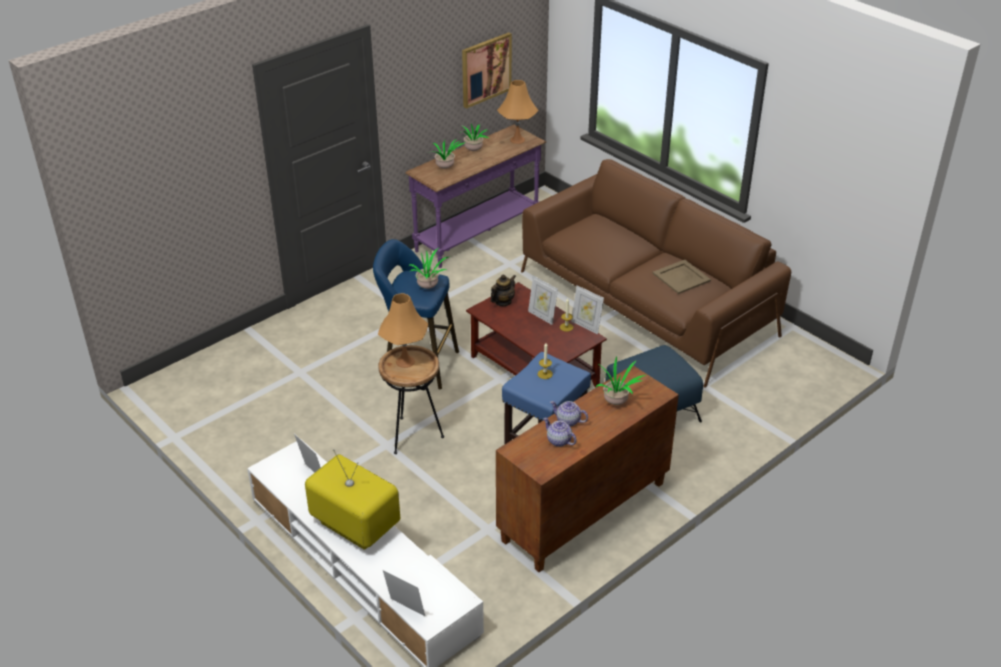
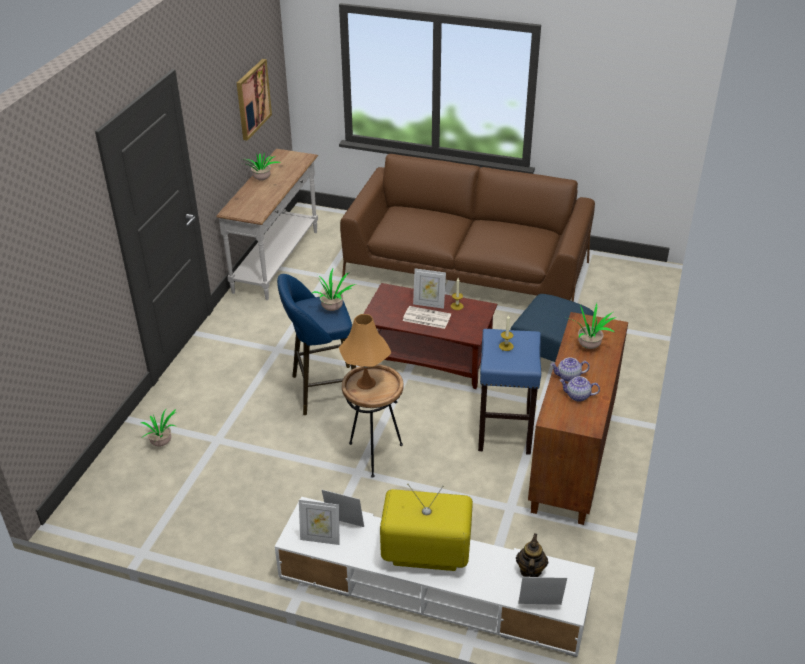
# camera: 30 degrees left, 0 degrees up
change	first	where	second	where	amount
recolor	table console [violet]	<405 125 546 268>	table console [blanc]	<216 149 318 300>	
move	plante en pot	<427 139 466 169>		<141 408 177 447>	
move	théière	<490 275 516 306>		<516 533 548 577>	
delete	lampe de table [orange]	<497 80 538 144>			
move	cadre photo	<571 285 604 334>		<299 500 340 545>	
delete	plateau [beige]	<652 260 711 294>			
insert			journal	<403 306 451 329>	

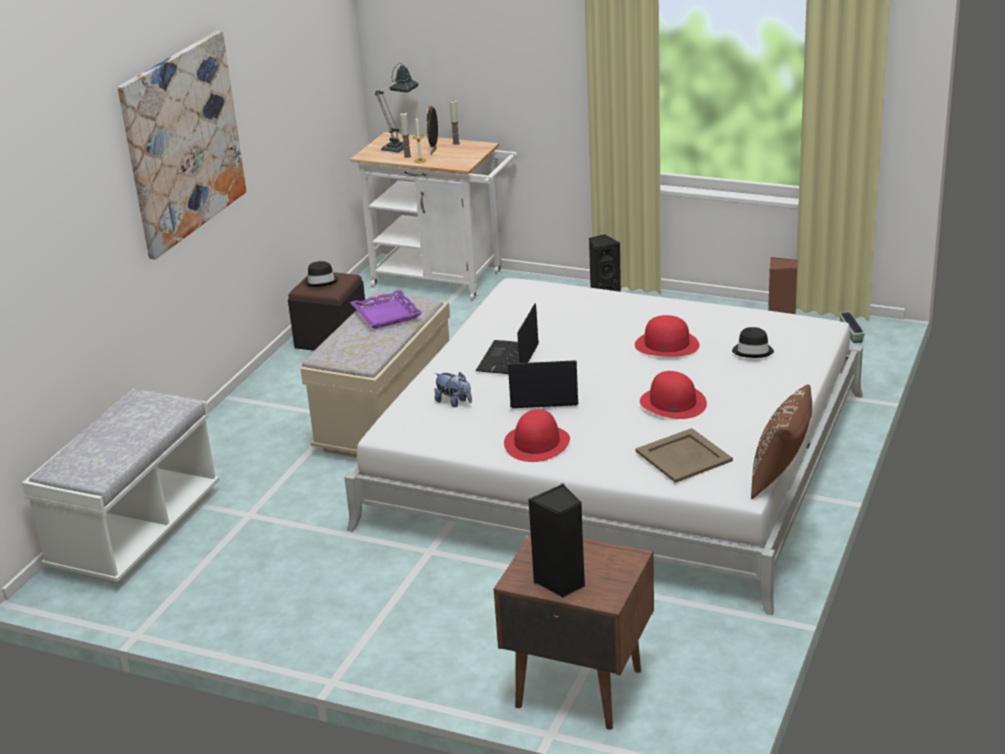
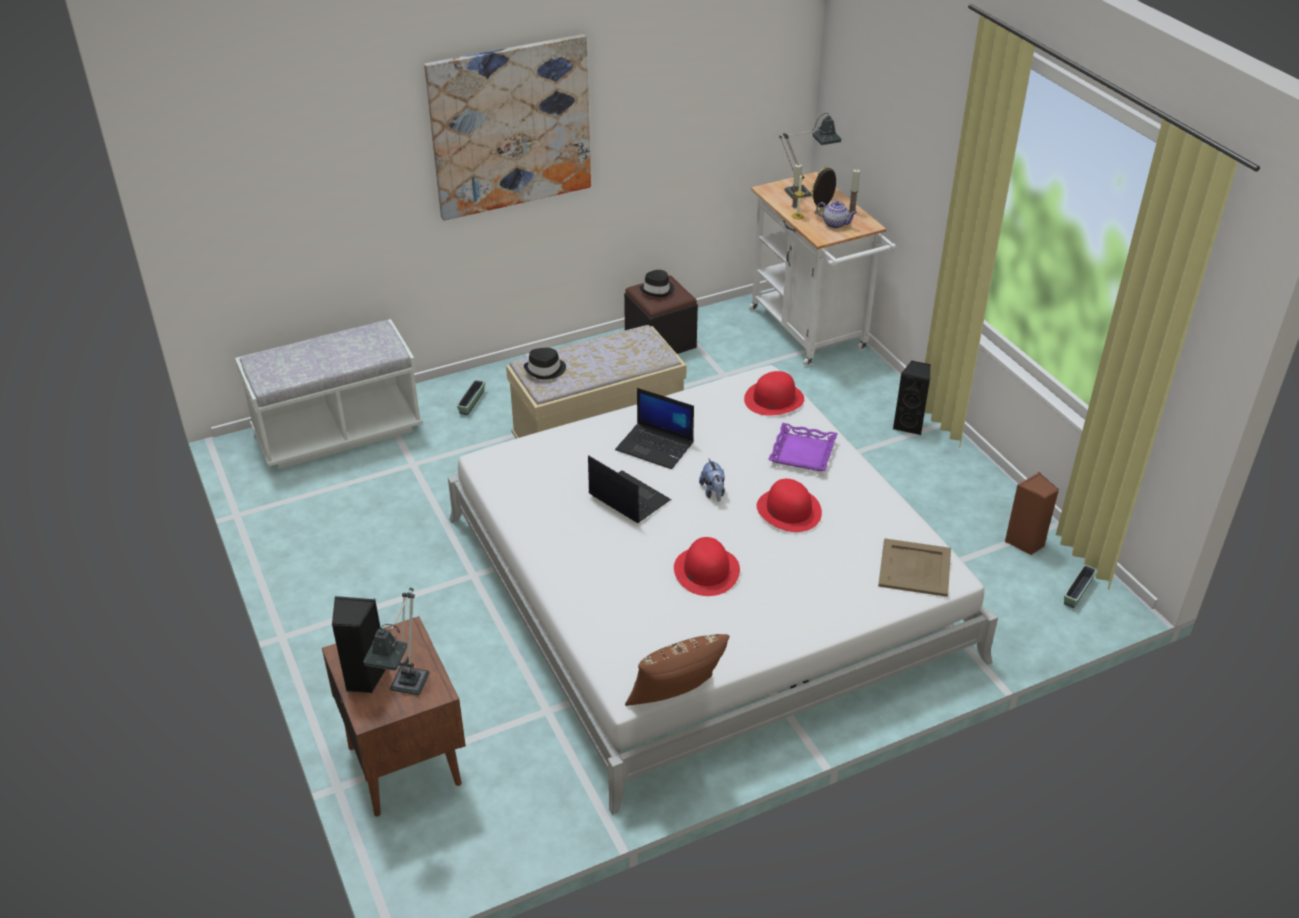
# camera: 40 degrees right, 10 degrees up
change	first	where	second	where	amount
move	plateau [violet]	<350 290 422 329>		<768 423 838 471>	
move	peluche	<434 372 472 407>		<699 458 725 502>	
rotate	ordinateur portable	<476 303 539 374>		<615 388 694 469>	120 degrees counterclockwise
move	chapeau [rouge]	<504 409 570 462>		<744 371 804 416>	
move	plateau [beige]	<636 428 733 483>		<878 538 951 597>	
move	chapeau [noir]	<732 327 774 358>		<524 348 566 380>	
insert			lampe de table	<363 588 430 695>	
insert			cache-pot	<457 380 485 415>	
insert			théière	<816 201 857 228>	

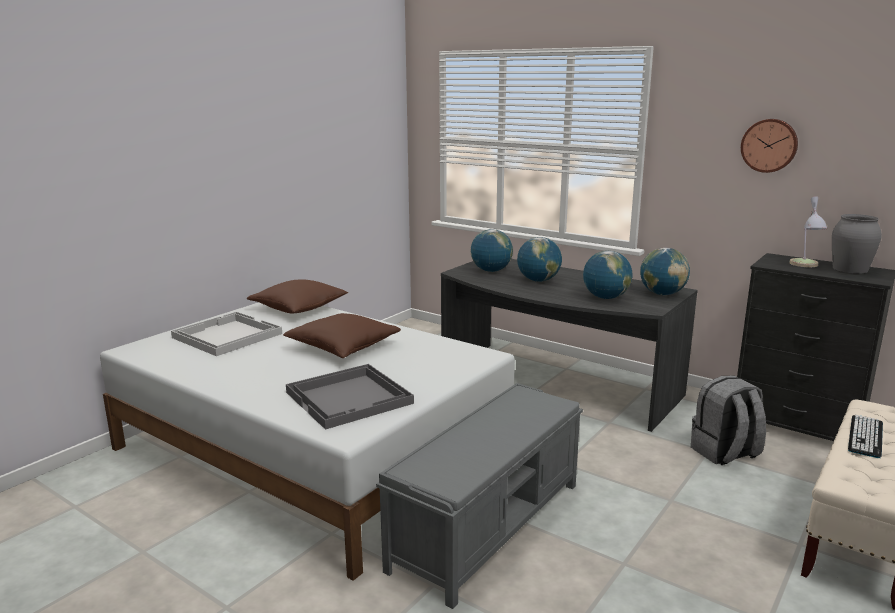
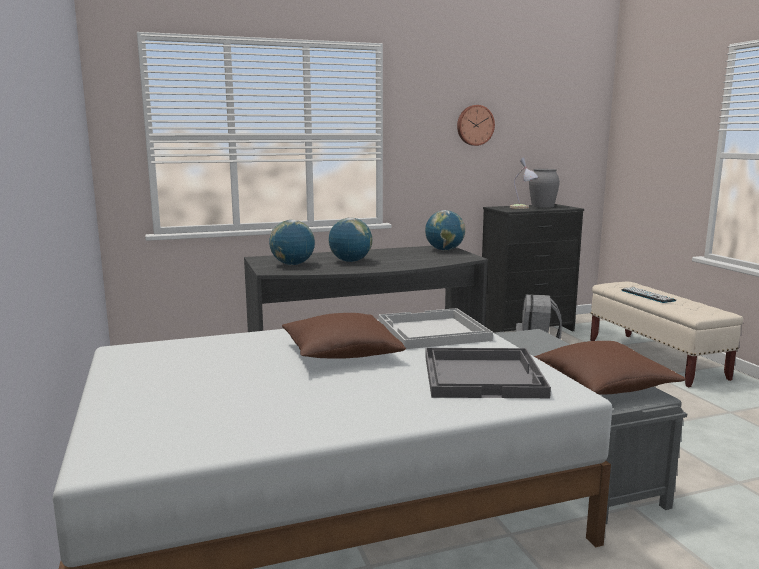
# camera: 55 degrees left, 5 degrees down
change	first	where	second	where	amount
move	plateau [blanc]	<171 312 282 356>		<378 308 493 349>	
move	coussin [marron]	<247 279 348 313>		<534 341 686 394>	
delete	globe	<583 251 632 299>			

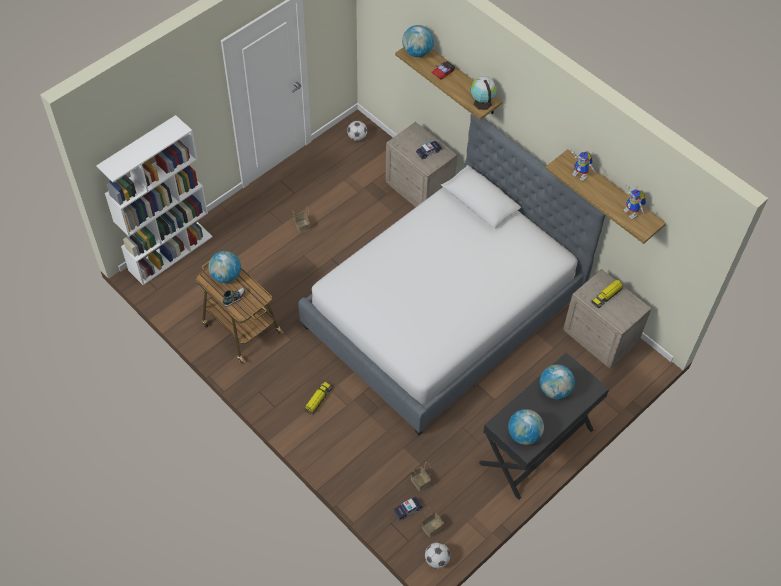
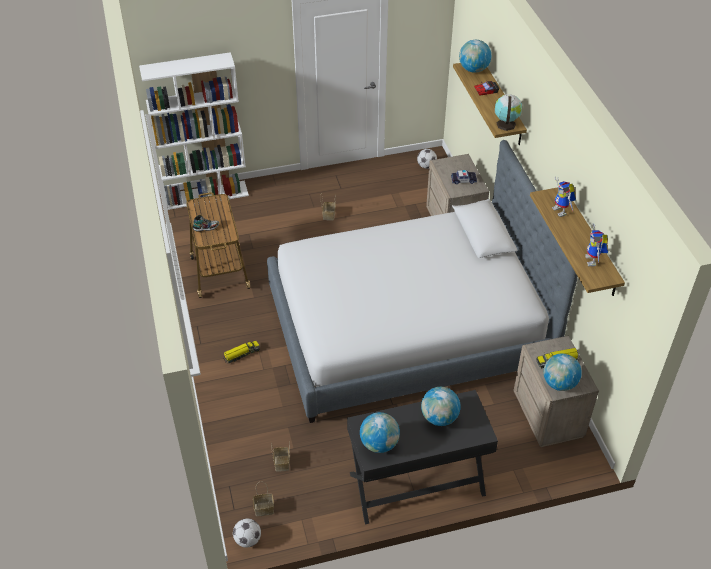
# camera: 30 degrees right, 10 degrees down
change	first	where	second	where	amount
move	globe	<208 251 241 283>		<543 354 582 391>	
delete	petite voiture	<393 496 423 520>			

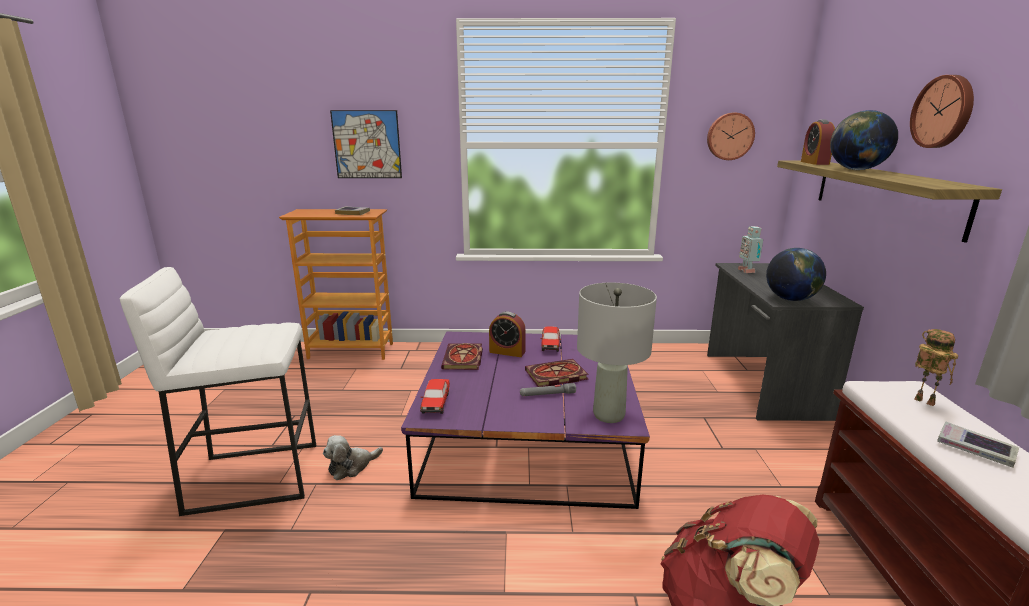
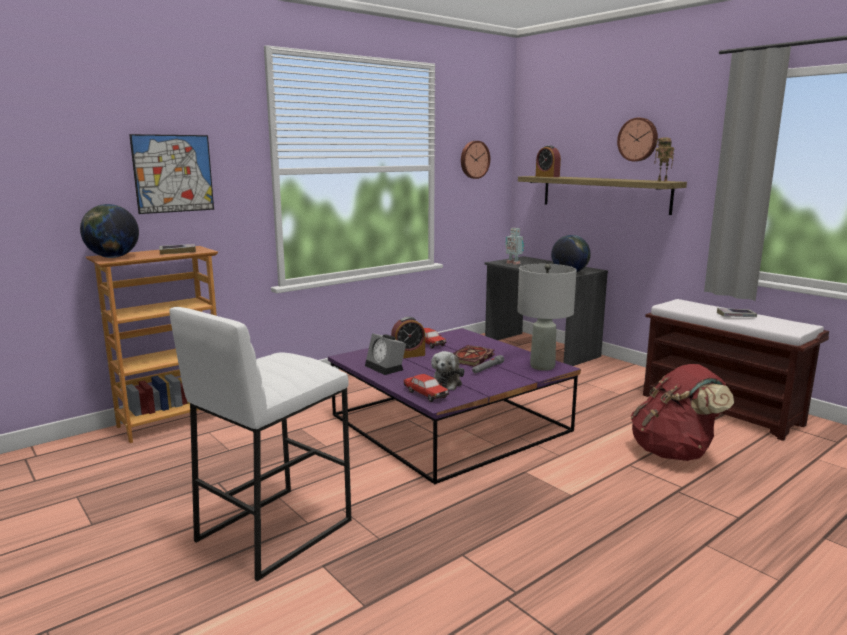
# camera: 40 degrees left, 5 degrees down
change	first	where	second	where	amount
move	peluche	<323 435 383 480>		<431 351 464 390>	
replace	livre	<441 343 483 370>	réveil	<365 333 406 375>	
move	globe	<830 110 898 170>		<80 204 139 258>	
move	robot jouet	<914 329 958 406>		<654 137 674 182>	

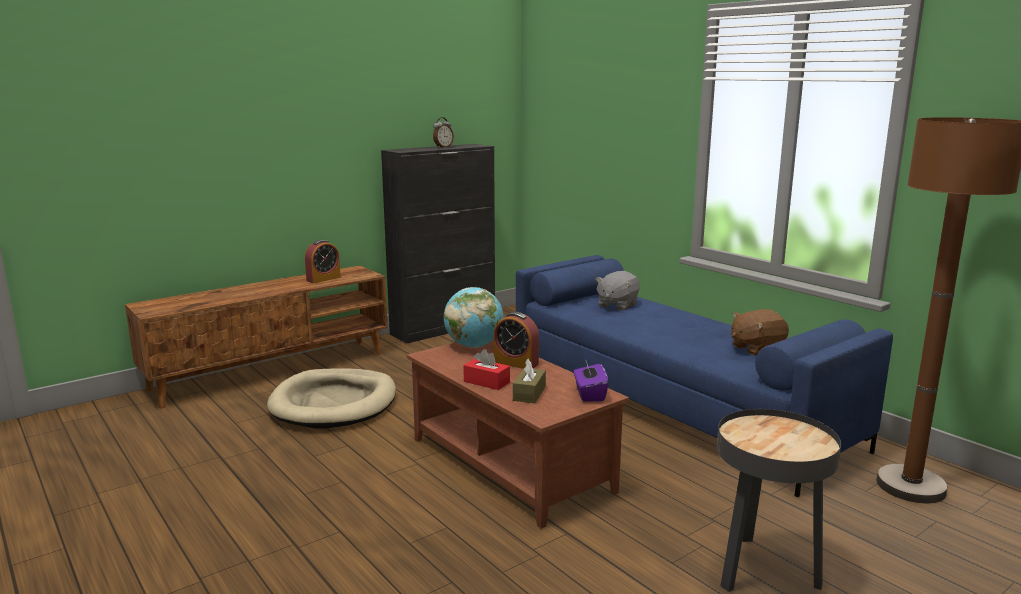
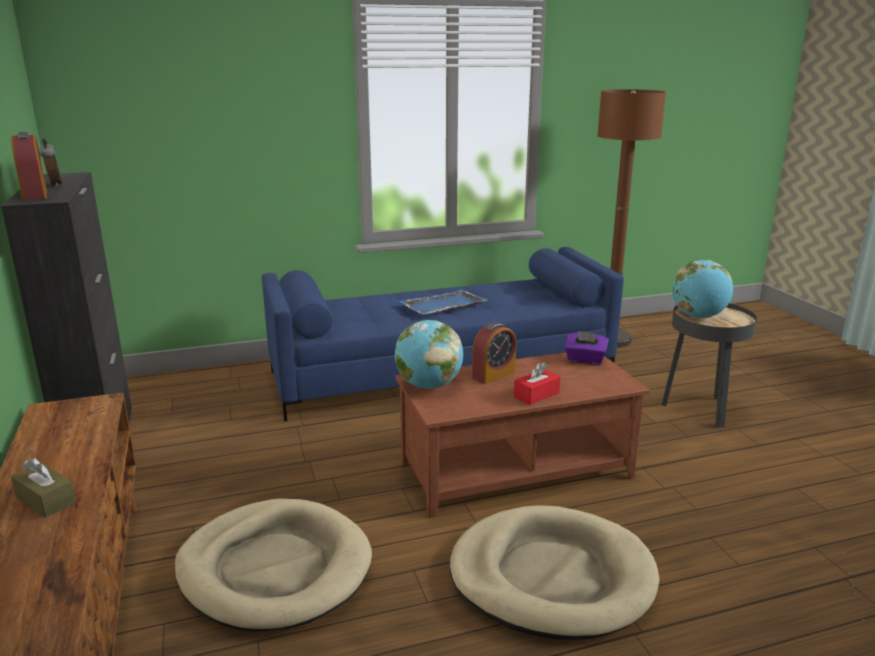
# camera: 70 degrees left, 5 degrees up
change	first	where	second	where	amount
move	réveil	<305 240 341 283>		<11 132 47 200>	
move	boîte à mouchoirs [marron]	<513 359 546 403>		<11 457 76 518>	
delete	peluche [gris]	<596 271 640 310>			
delete	peluche [marron]	<731 309 789 356>			
insert			plateau [bleu]	<399 290 488 315>	
insert			panier pour chien [beige]	<450 505 660 640>	
insert			globe	<672 260 733 318>	

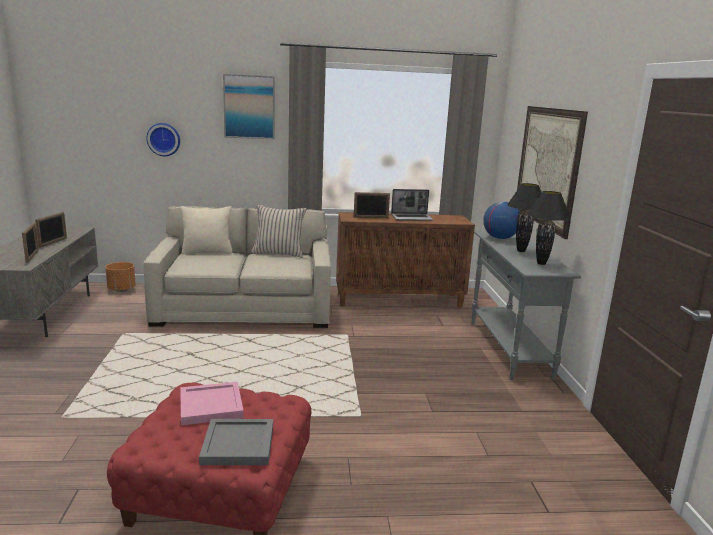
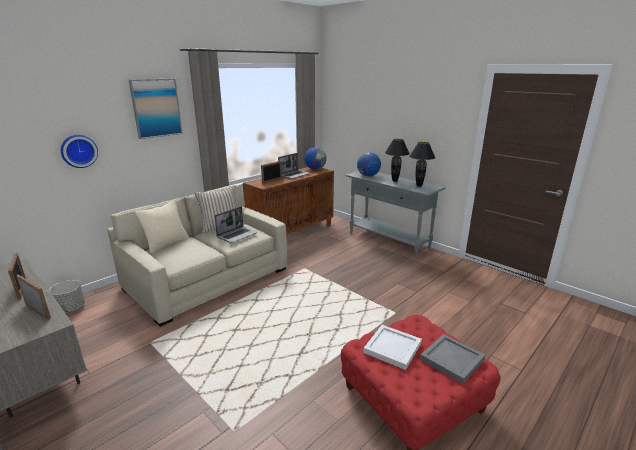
# camera: 40 degrees left, 5 degrees up
change	first	where	second	where	amount
recolor	cache-pot [orange]	<105 262 136 292>	cache-pot [gris]	<49 280 85 313>	
recolor	plateau [rose]	<180 382 244 425>	plateau [blanc]	<363 325 422 370>	
delete	tableau	<517 106 588 239>			
insert			ordinateur portable	<214 207 258 243>	
insert			globe	<304 147 327 170>	

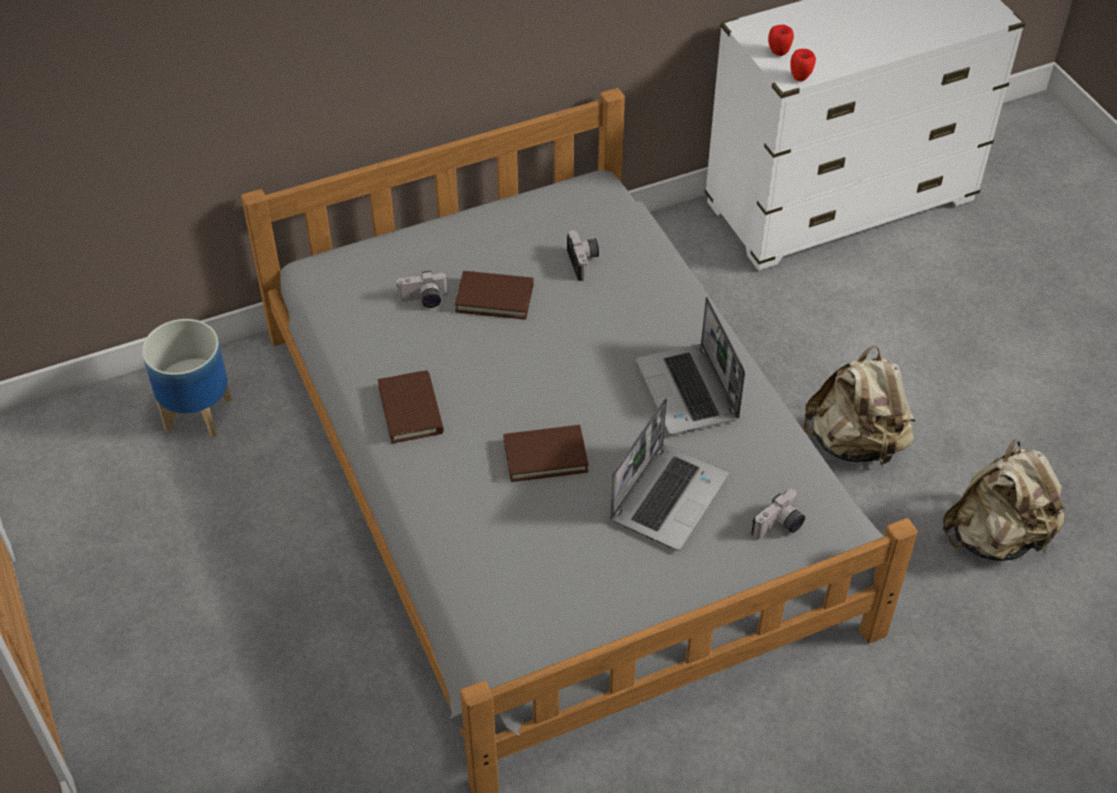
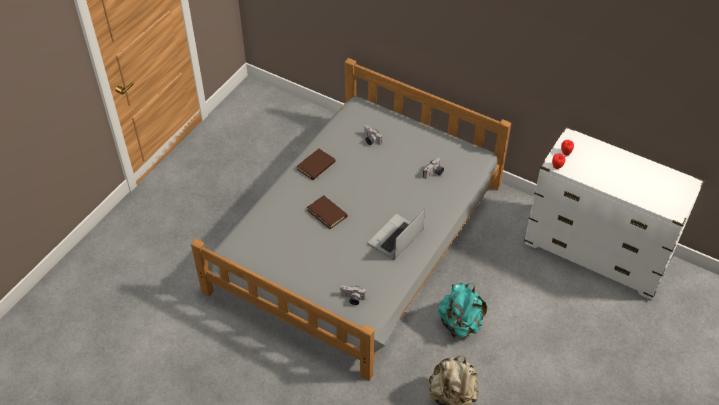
# camera: 55 degrees right, 0 degrees up
change	first	where	second	where	amount
delete	cache-pot	<142 319 232 438>			
delete	livre [marron]	<455 271 534 319>			
delete	ordinateur portable	<610 398 729 551>			
recolor	sac à dos [beige]	<803 345 916 469>	sac à dos [turquoise]	<438 283 487 338>	

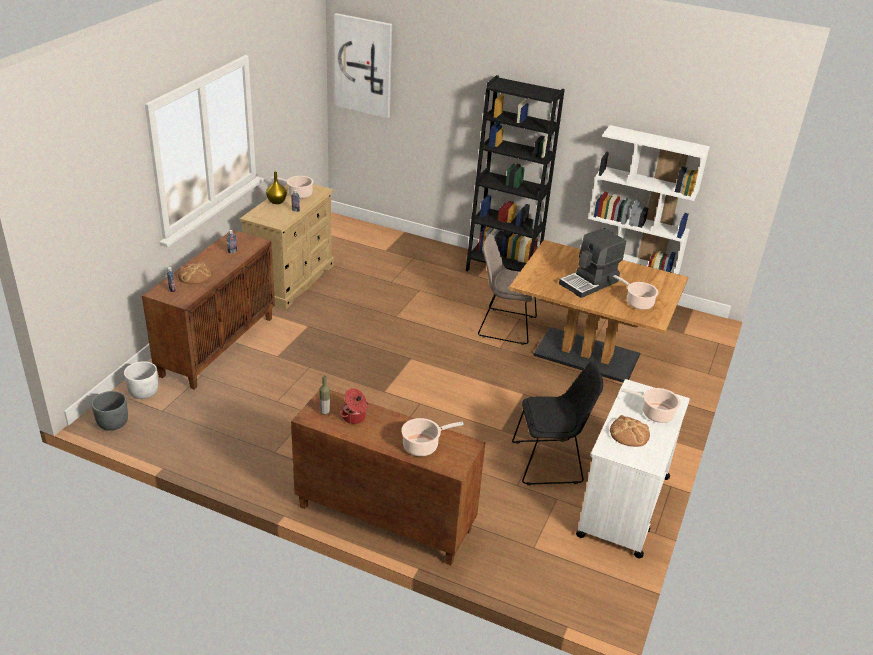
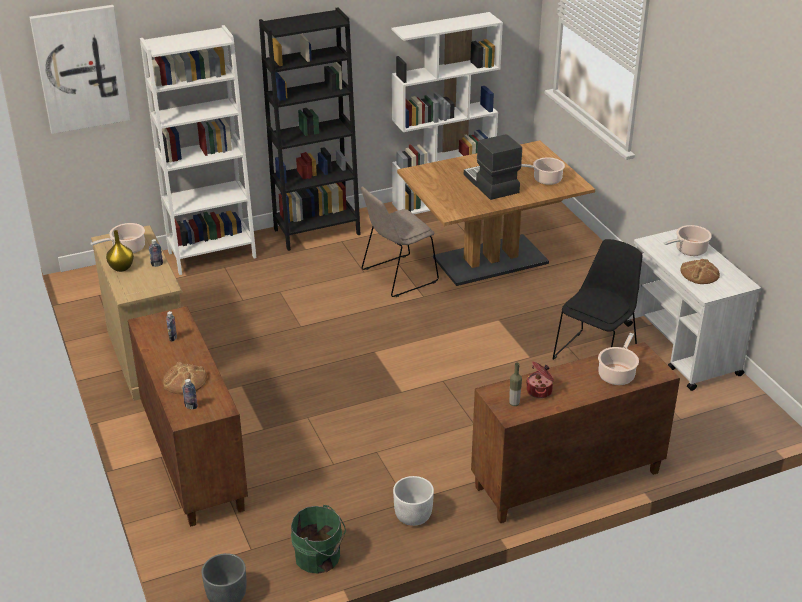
# camera: 45 degrees left, 0 degrees up
change	first	where	second	where	amount
move	cache-pot [blanc]	<124 361 158 399>		<393 476 434 526>	
rotate	machine à café	<559 228 626 298>		<464 134 522 200>	150 degrees clockwise
insert			bibliothèque [blanc]	<140 25 256 275>	
insert			seau [vert]	<291 505 346 574>	

